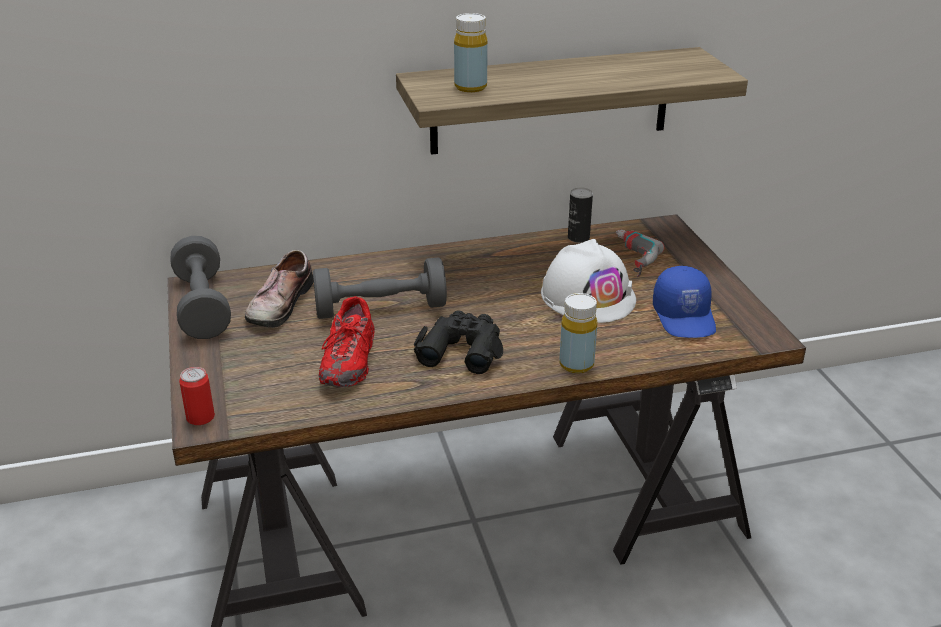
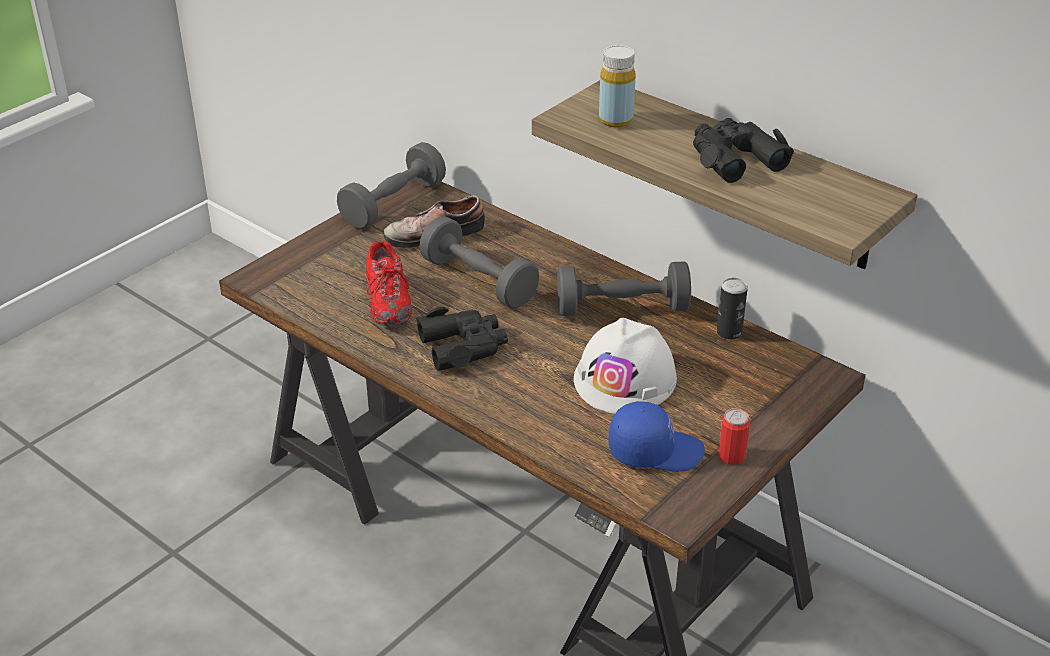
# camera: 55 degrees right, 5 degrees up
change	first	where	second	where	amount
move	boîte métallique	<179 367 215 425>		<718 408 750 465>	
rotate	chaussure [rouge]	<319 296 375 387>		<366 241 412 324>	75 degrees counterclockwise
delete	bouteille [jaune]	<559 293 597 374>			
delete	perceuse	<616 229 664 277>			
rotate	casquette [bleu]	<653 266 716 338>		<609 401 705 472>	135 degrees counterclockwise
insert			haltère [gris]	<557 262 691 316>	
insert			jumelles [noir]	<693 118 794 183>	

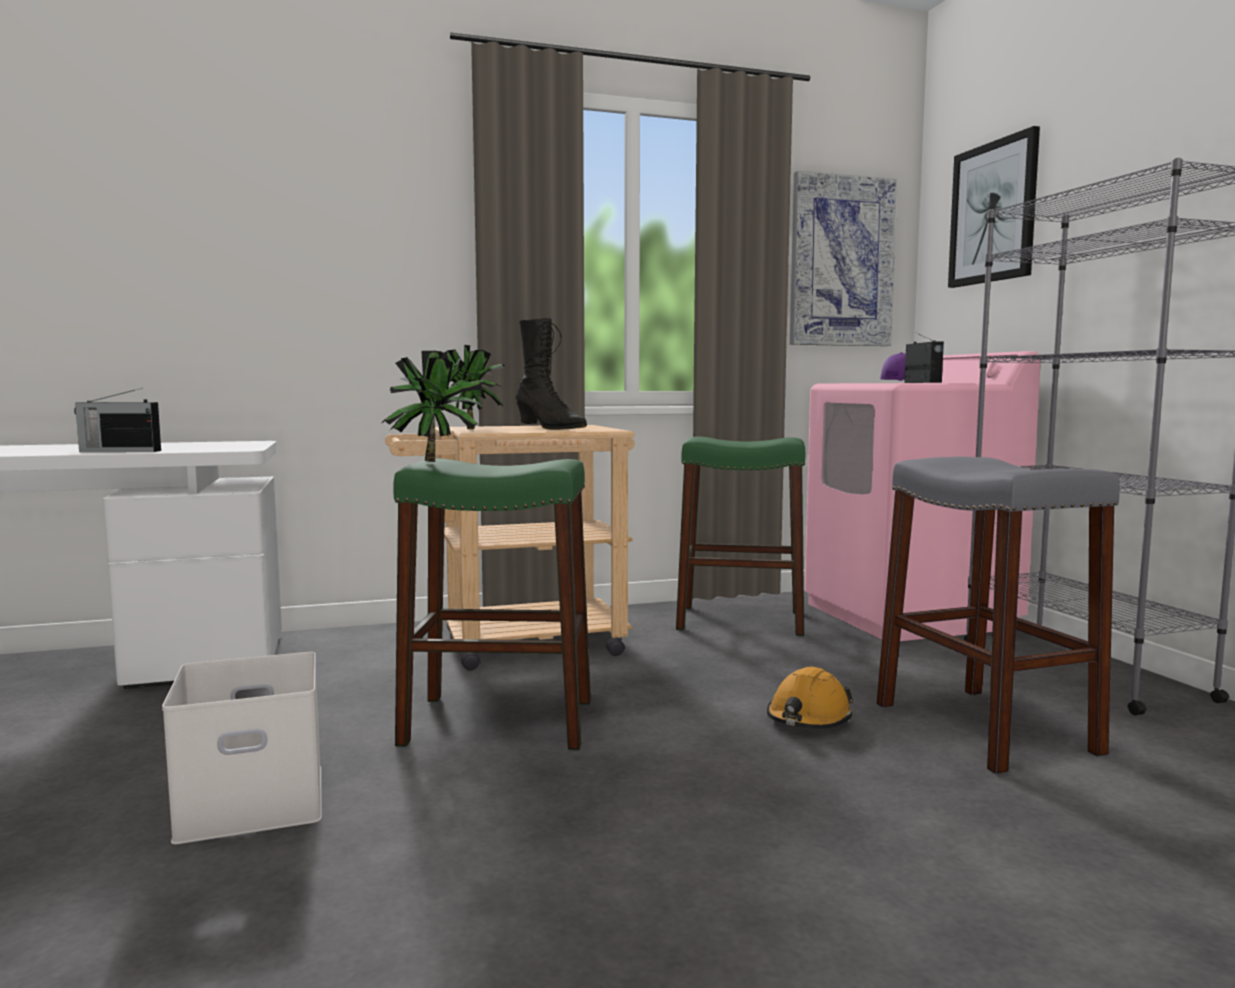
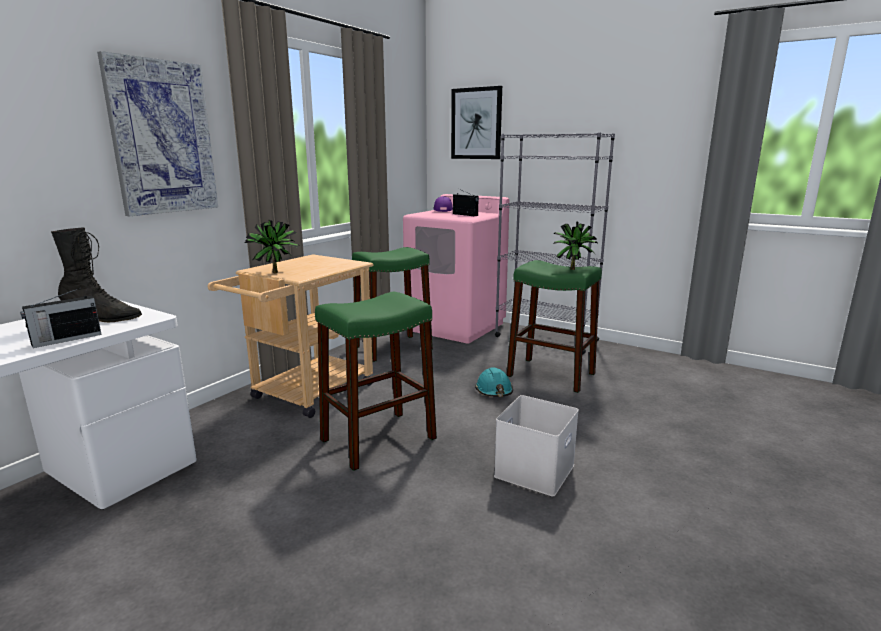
# camera: 40 degrees left, 10 degrees up
change	first	where	second	where	amount
move	boîte de rangement [blanc]	<162 652 322 845>		<494 395 579 496>	
move	plante en pot	<381 351 482 462>		<553 221 599 270>	
move	botte [noir]	<516 318 587 430>		<51 228 142 322>	
recolor	casque de chantier [orange]	<767 667 853 728>	casque de chantier [turquoise]	<475 367 513 397>	
move	tableau	<790 171 898 346>		<97 51 218 216>	
recolor	tabouret [gris]	<876 457 1120 774>	tabouret [vert]	<507 260 602 393>	

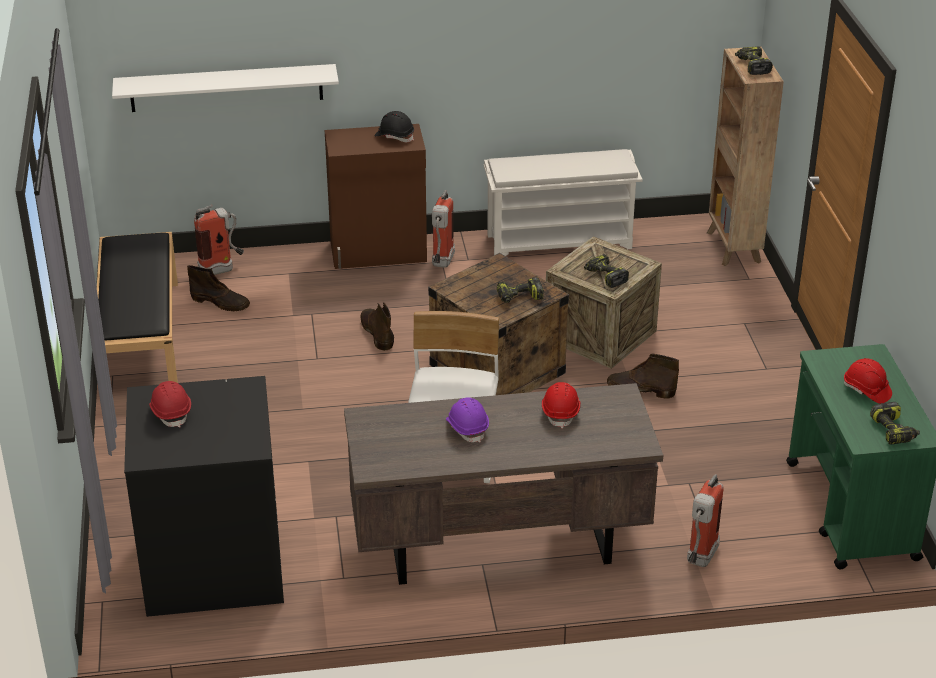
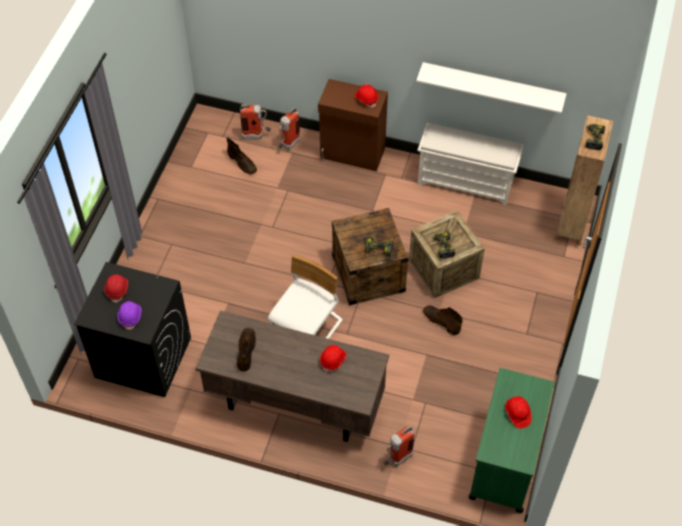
# camera: 25 degrees right, 20 degrees up
change	first	where	second	where	amount
delete	banc [noir]	<97 232 178 383>			
move	étagère [blanc]	<112 64 339 112>		<416 62 567 113>	
move	botte [marron]	<361 302 394 351>		<237 328 256 371>	
recolor	casque de chantier [noir]	<375 111 414 142>	casque de chantier [rouge]	<354 85 378 107>	
move	extincteur	<432 190 455 268>		<278 107 301 150>	
move	casque de chantier [violet]	<446 397 489 443>		<117 301 141 330>	
delete	perceuse	<870 402 920 445>			

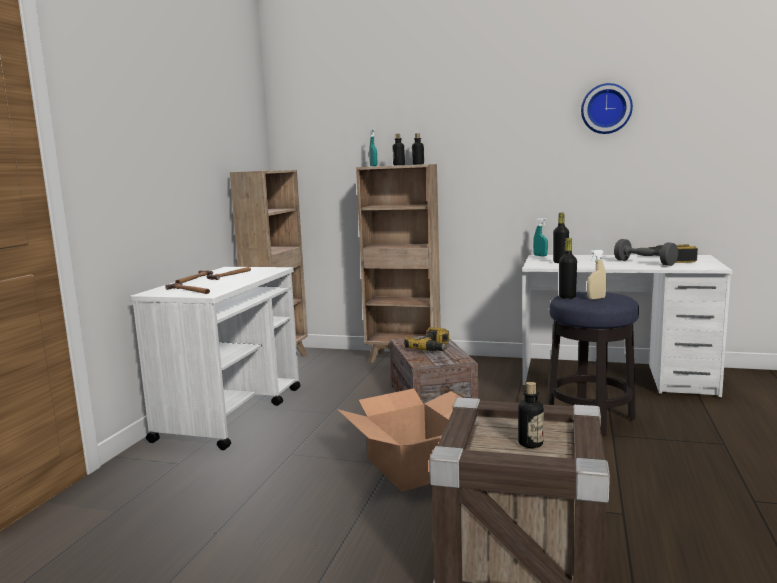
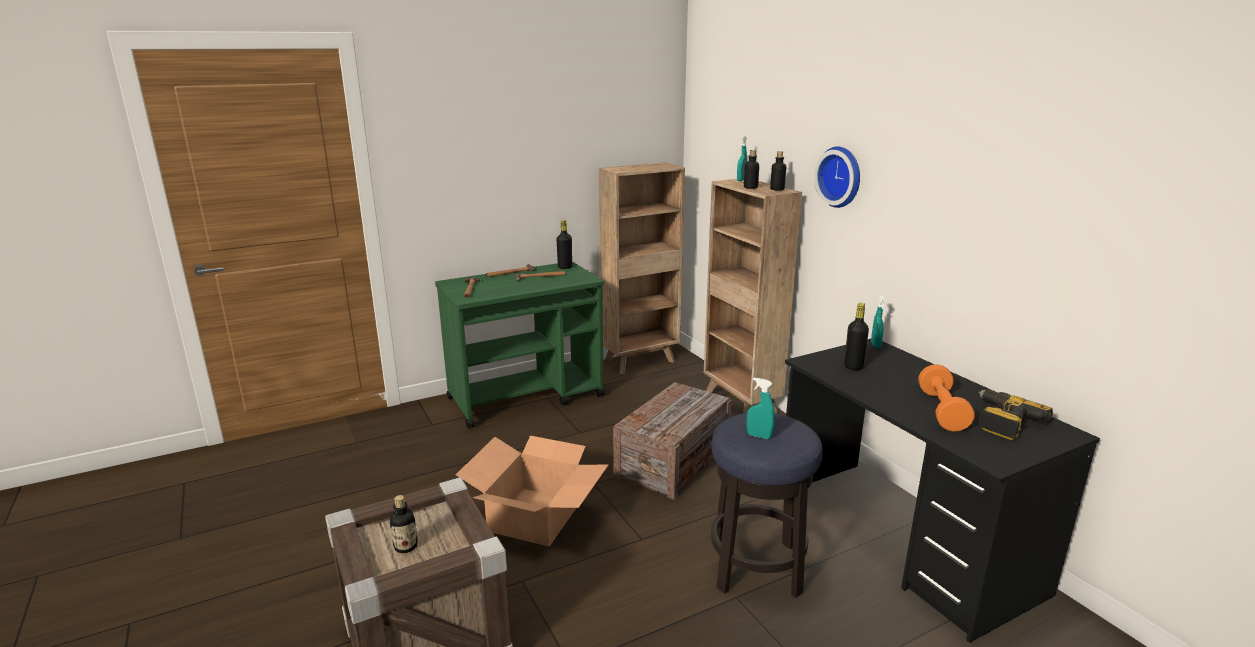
# camera: 45 degrees right, 10 degrees up
change	first	where	second	where	amount
recolor	chariot [blanc]	<130 267 301 450>	chariot [vert]	<435 262 605 428>	
delete	perceuse	<404 327 449 351>			
recolor	bureau [blanc]	<522 255 733 398>	bureau [noir]	<785 339 1100 643>	
move	bouteille [noir]	<559 238 577 299>		<556 220 572 269>	
move	horloge murale	<581 83 633 134>		<814 146 860 208>	
recolor	vaporisateur [beige]	<587 250 607 299>	vaporisateur [turquoise]	<746 377 775 439>	
recolor	haltère [gris]	<614 239 678 266>	haltère [orange]	<918 364 975 432>	

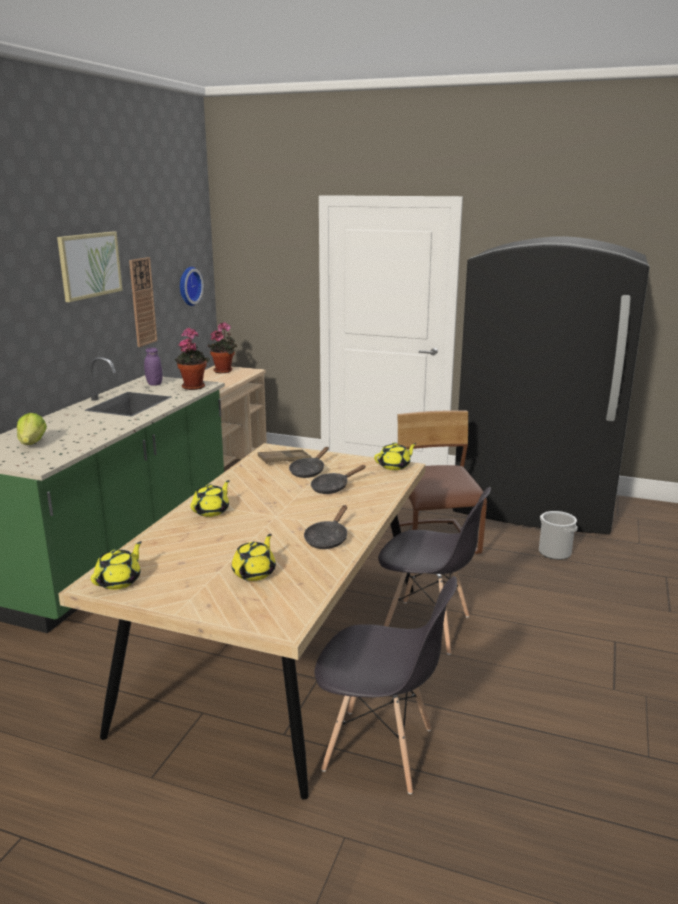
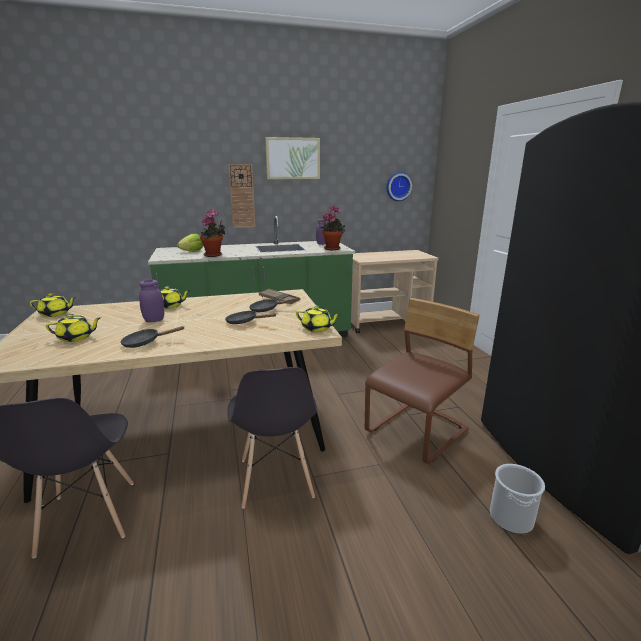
# camera: 55 degrees right, 0 degrees up
change	first	where	second	where	amount
move	horloge murale	<129 257 157 347>		<228 164 256 228>	
move	plante en pot	<208 322 237 373>		<200 209 225 257>	
insert			bocal [violet]	<139 280 164 322>	

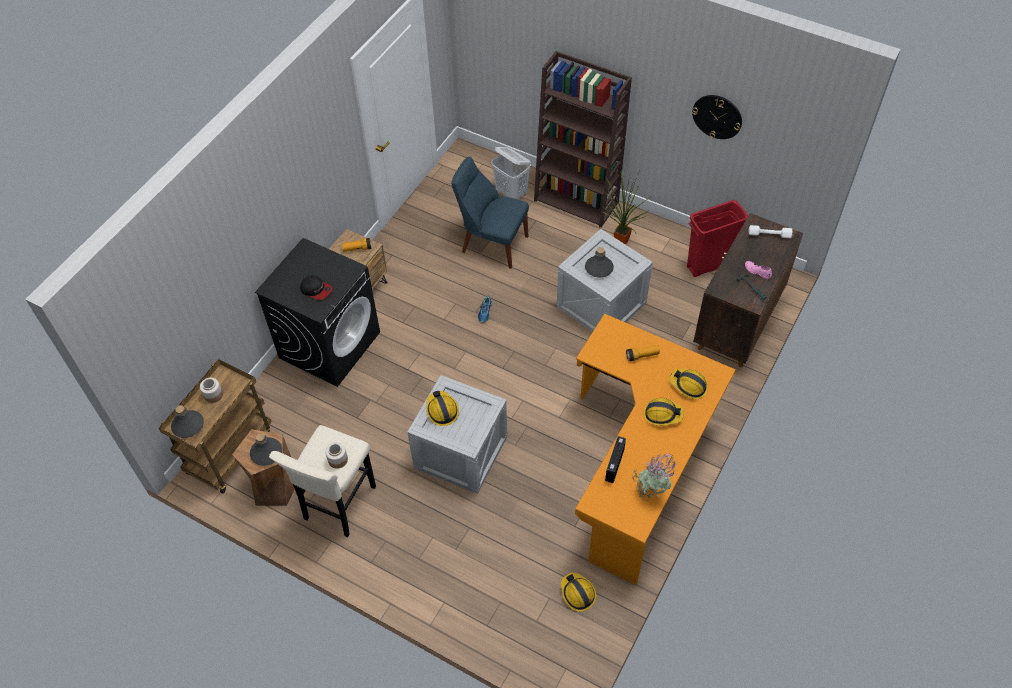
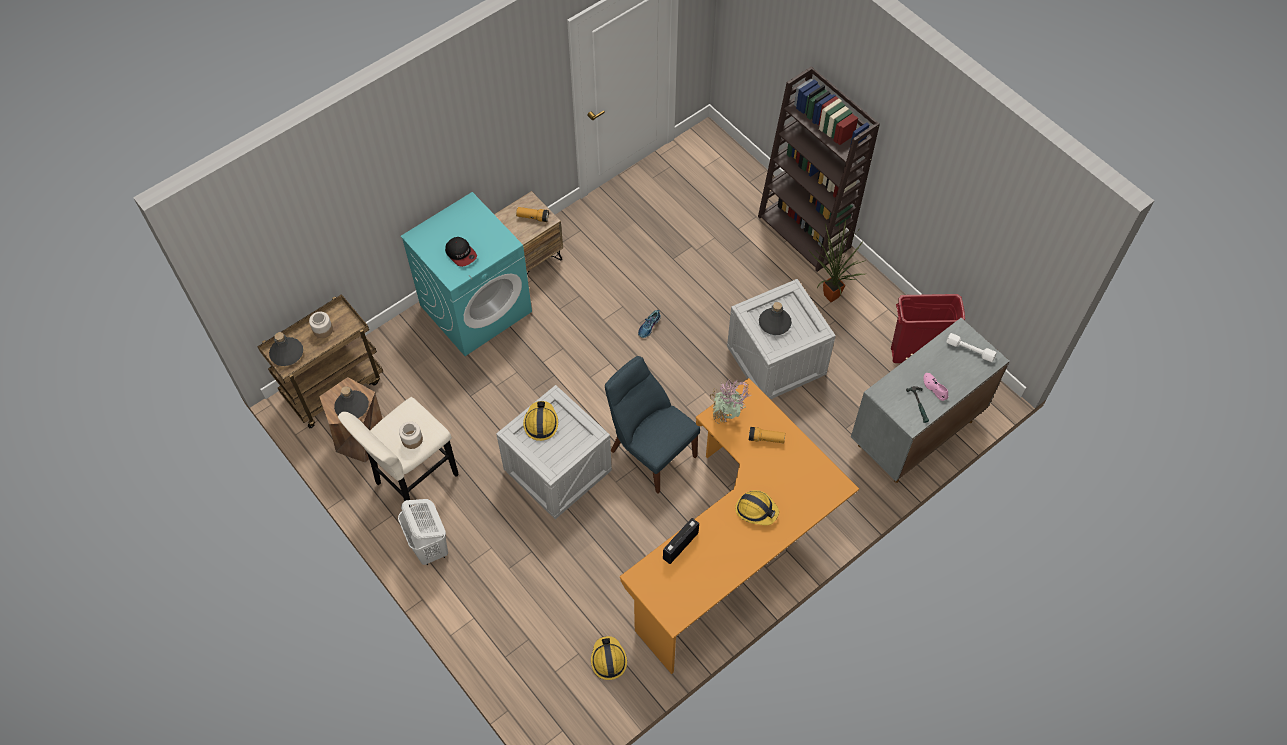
# camera: 20 degrees right, 5 degrees up
change	first	where	second	where	amount
recolor	lave-linge [noir]	<255 238 380 387>	lave-linge [turquoise]	<401 192 532 356>	
move	chaise [bleu]	<451 157 529 269>		<605 356 700 494>	
move	panier à linge [blanc]	<491 147 531 199>		<398 499 448 565>	
move	plante en pot	<633 454 677 502>		<710 379 751 423>	
delete	casque de chantier	<670 369 708 399>			
delete	horloge murale	<692 95 742 139>			
recolor	meuble de rangement [marron]	<693 213 803 367>	meuble de rangement [gris]	<851 318 1010 483>	

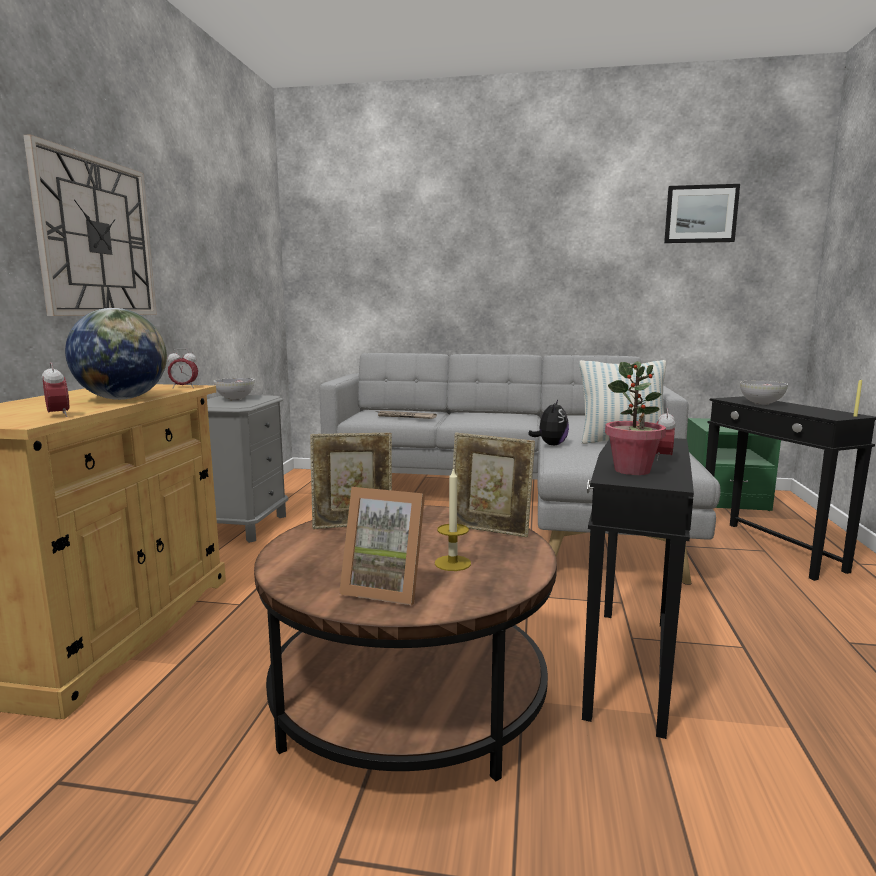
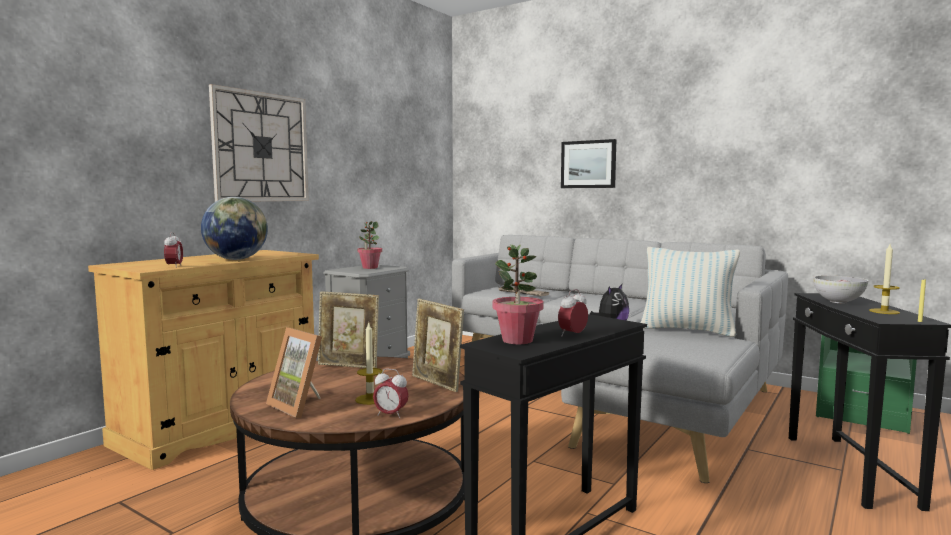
# camera: 25 degrees right, 5 degrees down
change	first	where	second	where	amount
move	réveil	<167 348 198 388>		<373 368 409 419>	
replace	bol	<213 378 254 400>	plante en pot	<357 221 382 269>	
move	tableau	<664 184 740 243>		<561 139 616 188>	
insert			bougie	<869 244 900 314>	

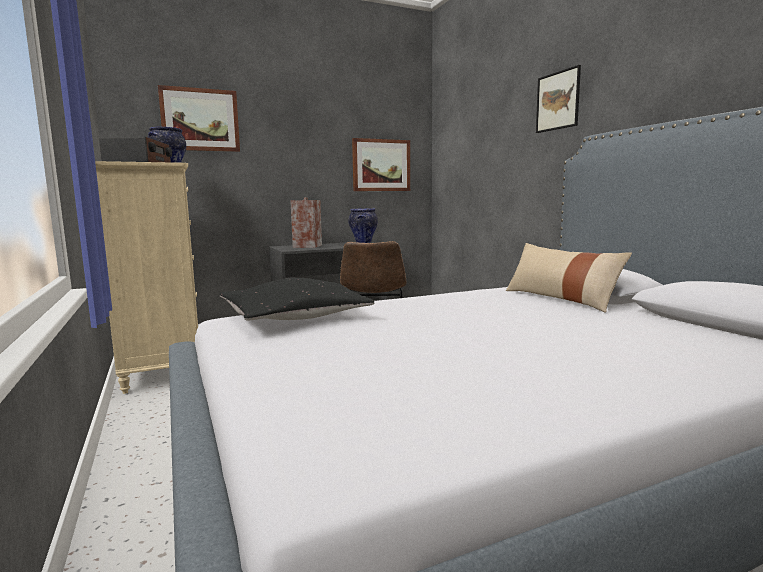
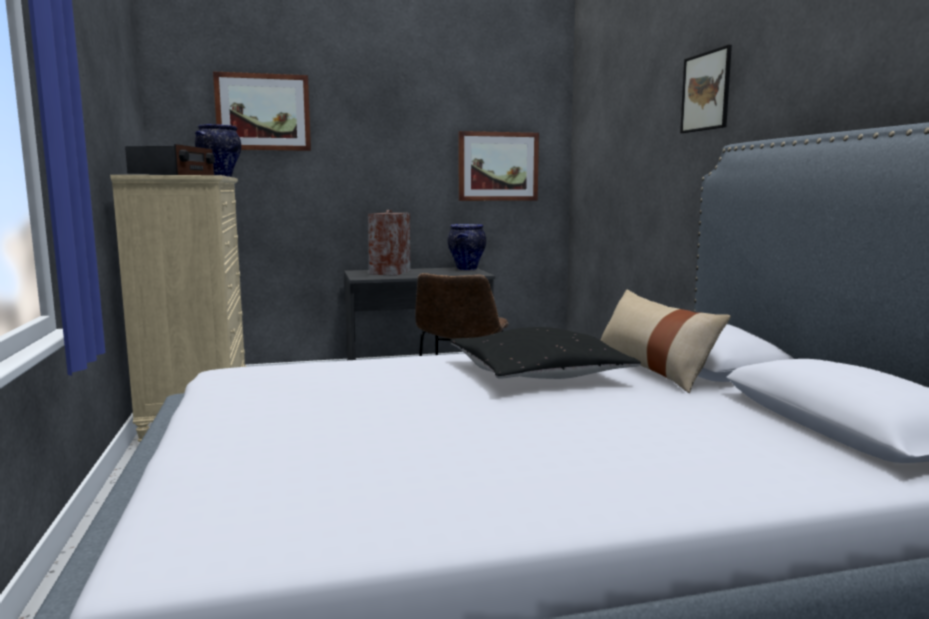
# camera: 10 degrees right, 0 degrees up
change	first	where	second	where	amount
move	coussin [noir]	<219 278 374 320>		<450 327 641 379>	

